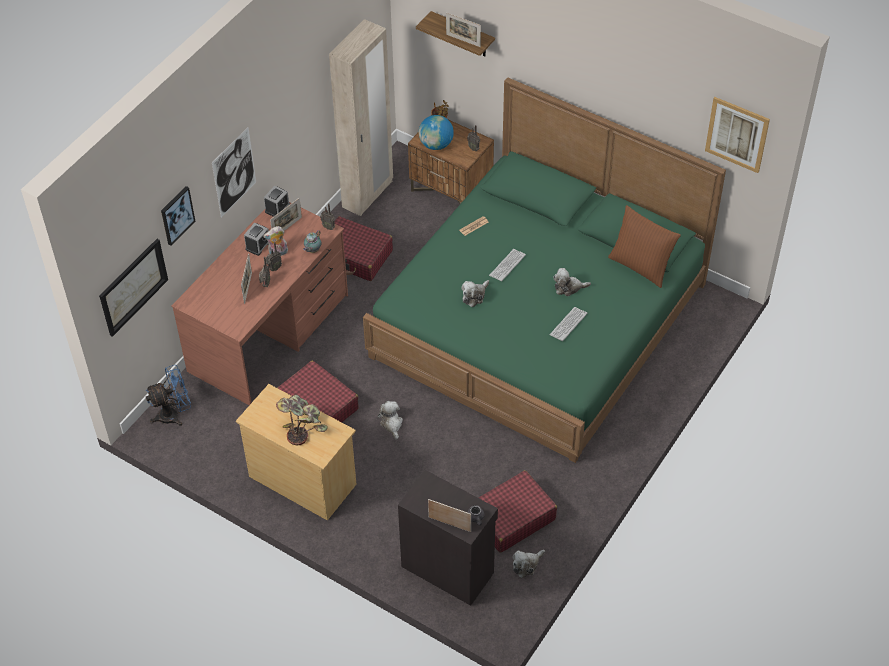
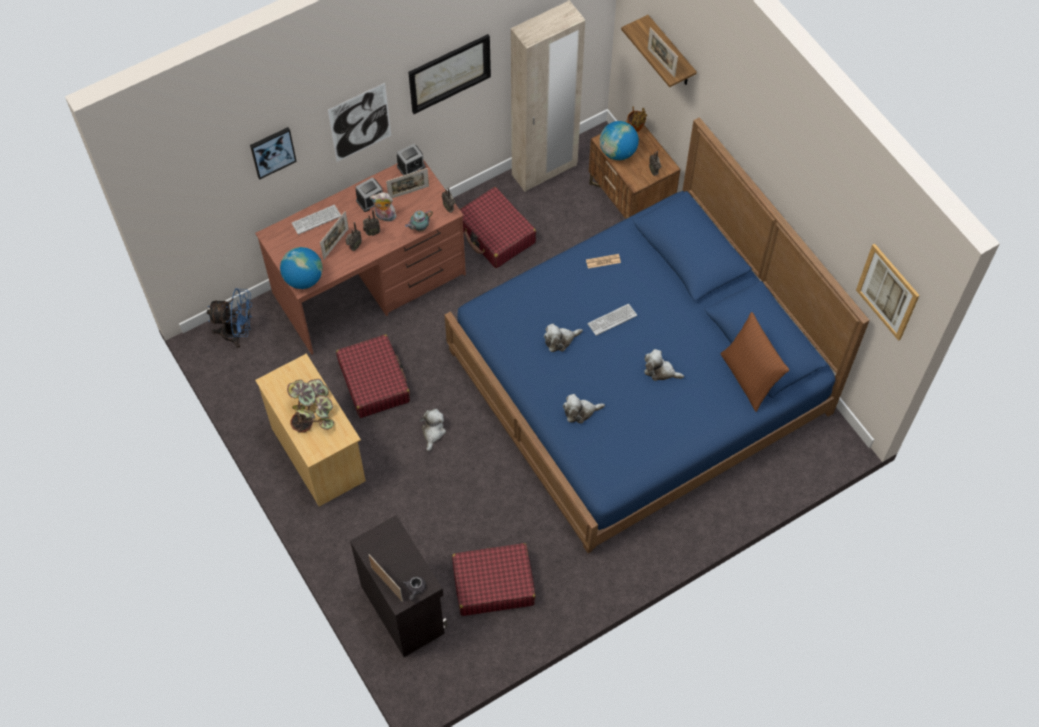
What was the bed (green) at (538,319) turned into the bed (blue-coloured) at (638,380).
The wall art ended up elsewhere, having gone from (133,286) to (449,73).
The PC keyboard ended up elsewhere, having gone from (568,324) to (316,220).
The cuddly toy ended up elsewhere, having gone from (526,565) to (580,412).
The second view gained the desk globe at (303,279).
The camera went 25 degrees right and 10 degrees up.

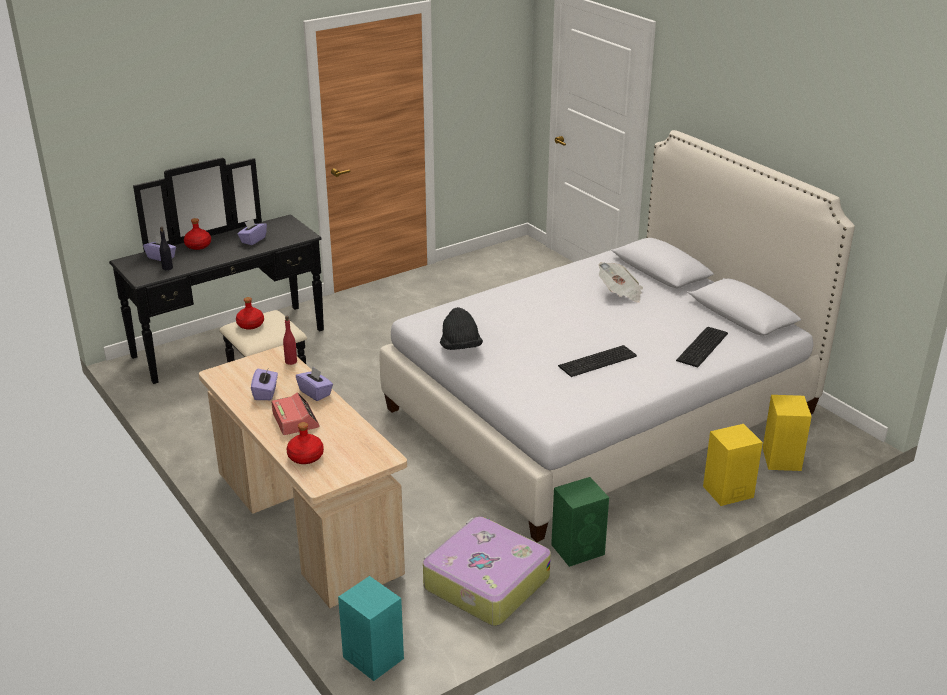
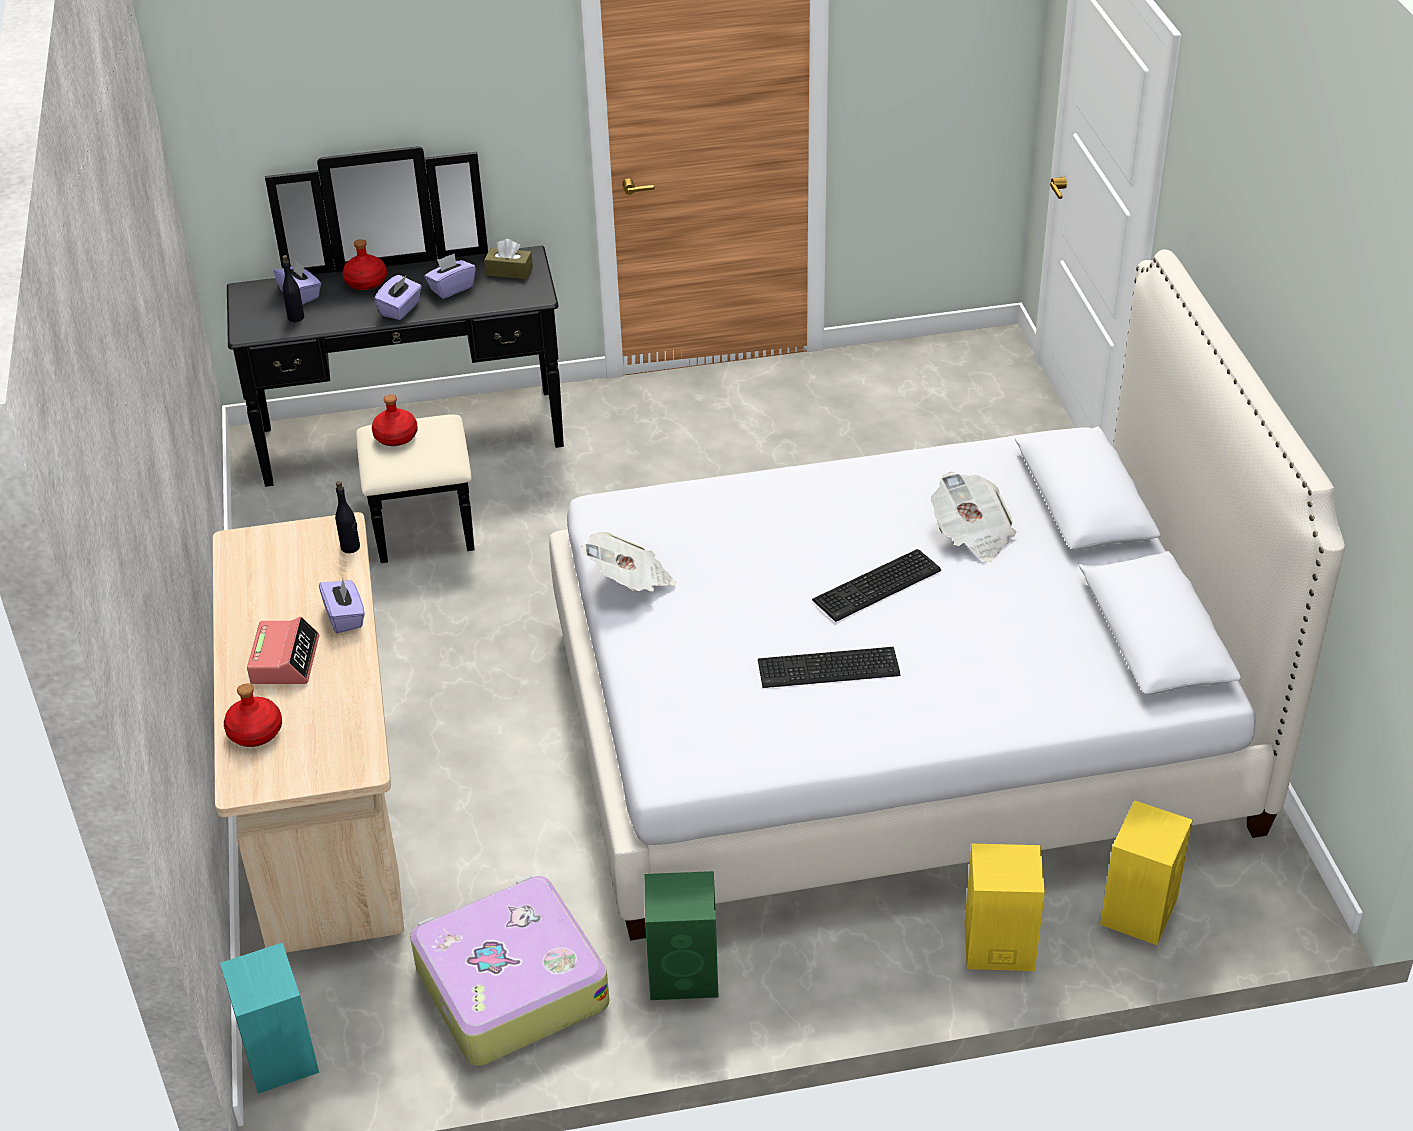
Where the wearable hat (black-coloured) stood at (460,348), the newspaper came to stand at (631,581).
What was the bottle (red) at (291,361) turned into the bottle (black-coloured) at (350,547).
The PC keyboard ended up elsewhere, having gone from (704,347) to (879,586).
The tissue holder (purplish) ended up elsewhere, having gone from (266,393) to (400,309).
The second view gained the tissue holder (brownish) at (509,271).
The camera went 25 degrees right and 10 degrees up.

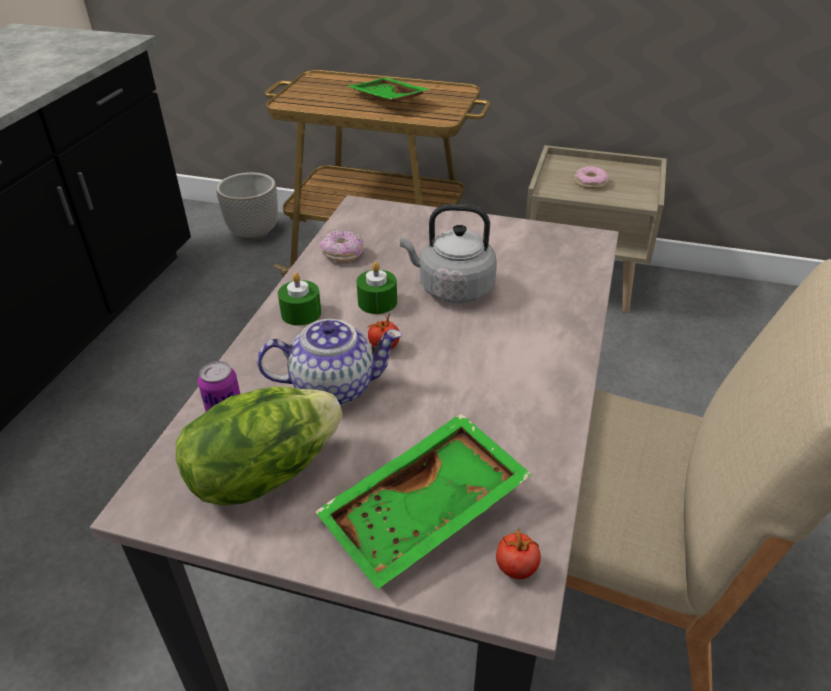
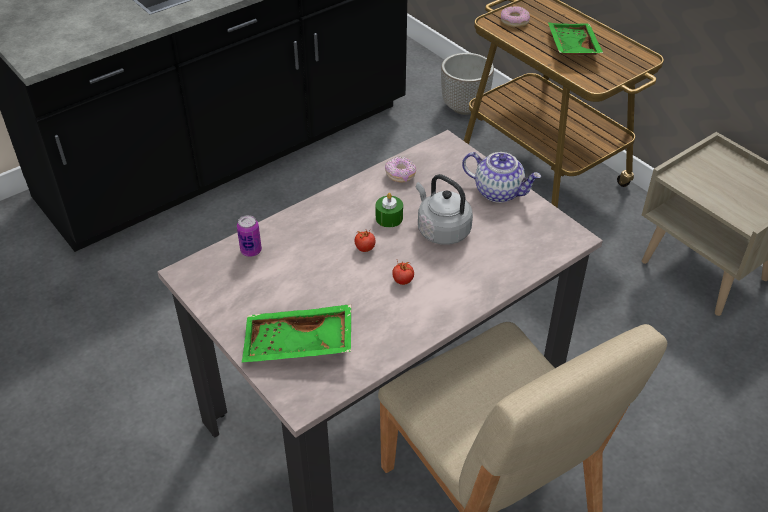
The donut ended up elsewhere, having gone from (590,183) to (514,21).
The second view lost the candle (green) at (301,313).
The tea pot ended up elsewhere, having gone from (334,386) to (499,192).
The second view lost the head of lettuce at (263,472).
The whole tomato ended up elsewhere, having gone from (516,568) to (403,281).
The camera went 35 degrees right and 5 degrees up.

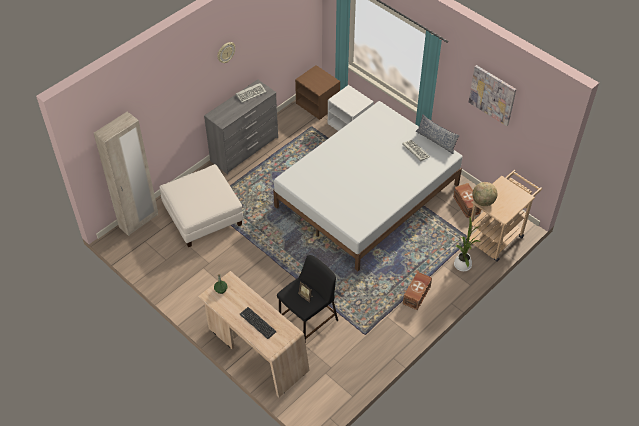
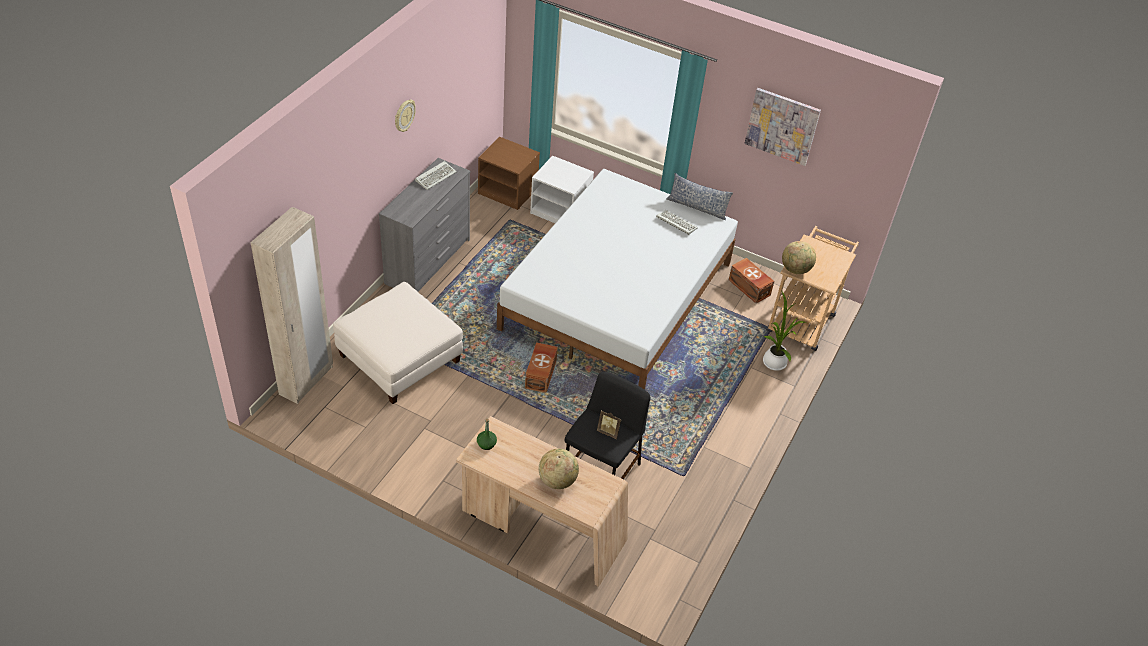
The storage container (brownish) ended up elsewhere, having gone from (417,295) to (541,374).
Where the PC keyboard stood at (257,323), the desk globe came to stand at (557,480).
The camera went 20 degrees left and 5 degrees down.

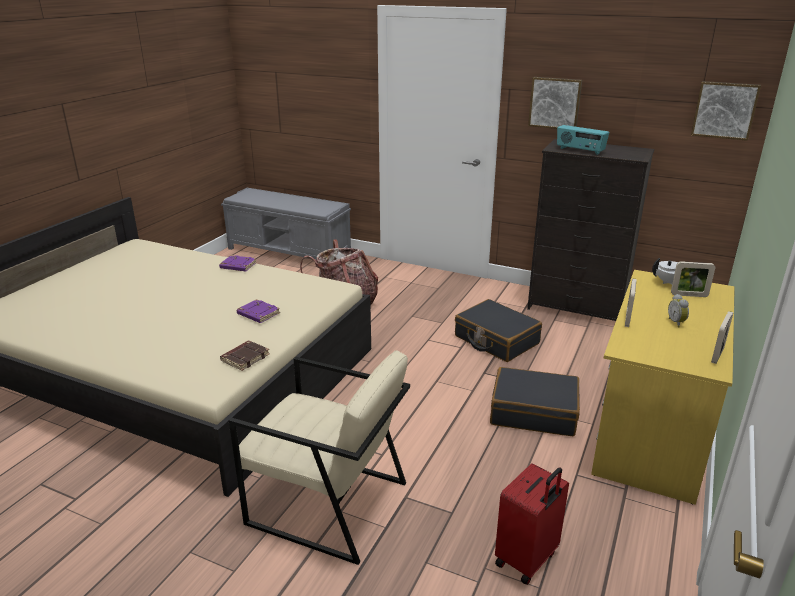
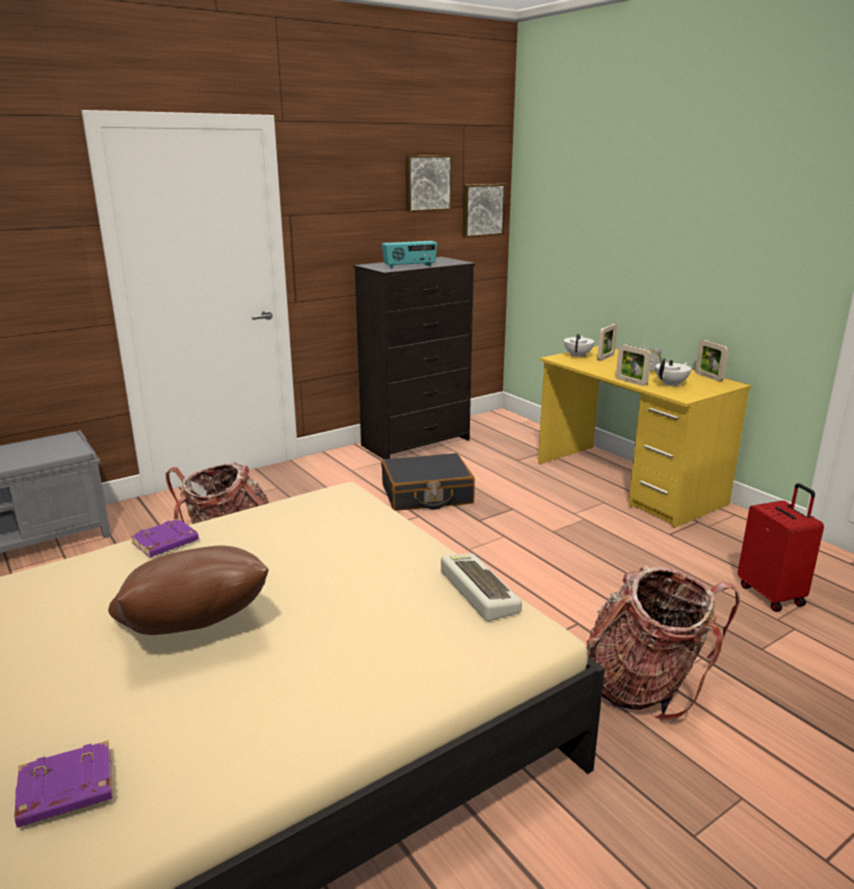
The wall art ended up elsewhere, having gone from (555,103) to (427,183).
The book (purplish) ended up elsewhere, having gone from (257,314) to (65,791).
Where the book (brownish) stood at (245,358), the PC keyboard came to stand at (476,591).
Where the lounge chair (sand-coloured) stood at (327,503), the rucksack came to stand at (645,686).
The second view lost the piece of luggage (black-coloured) at (533,412).
The second view gained the tea pot (white-coloured) at (671,384).
The second view gained the throw pillow (brownish) at (193,633).
The camera went 60 degrees left and 5 degrees down.

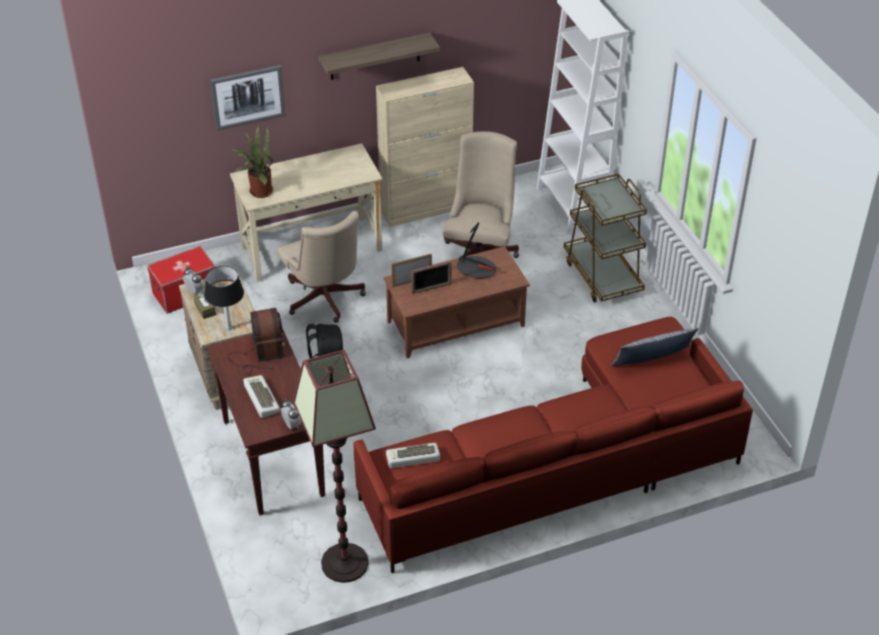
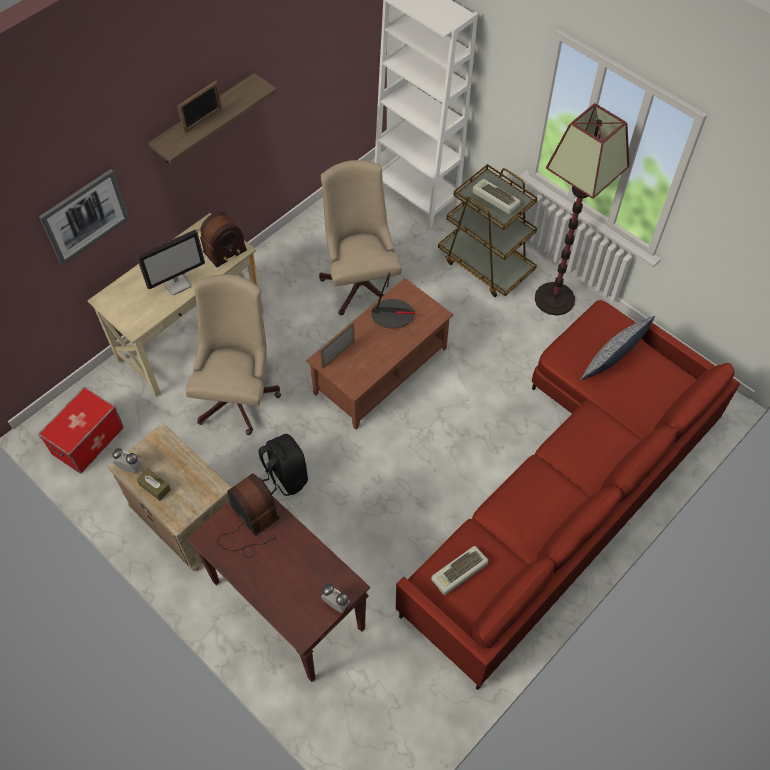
The second view lost the cupboard (sand-coloured) at (426,208).
The second view lost the houseplant at (258,191).
The office chair (sand-coloured) at (325,301) ended up facing another way, 120 degrees counterclockwise from before.
The picture frame ended up elsewhere, having gone from (431,288) to (203,120).
The second view lost the table lamp (black-coloured) at (229,328).
The standing lamp ended up elsewhere, having gone from (344,563) to (554,299).
The PC keyboard ended up elsewhere, having gone from (260,399) to (494,199).
The second view gained the radio set at (214,249).
The second view gained the computer display at (177,283).
The camera went 25 degrees left and 15 degrees up.

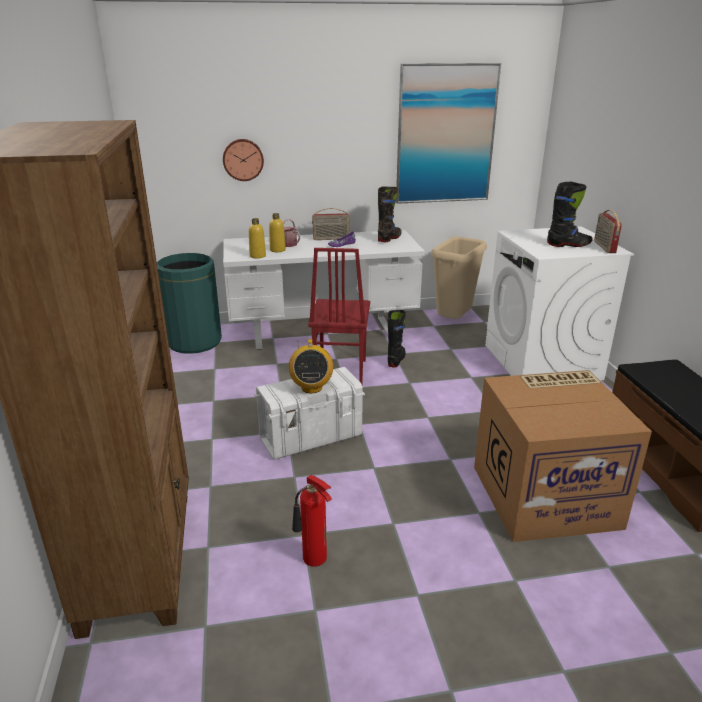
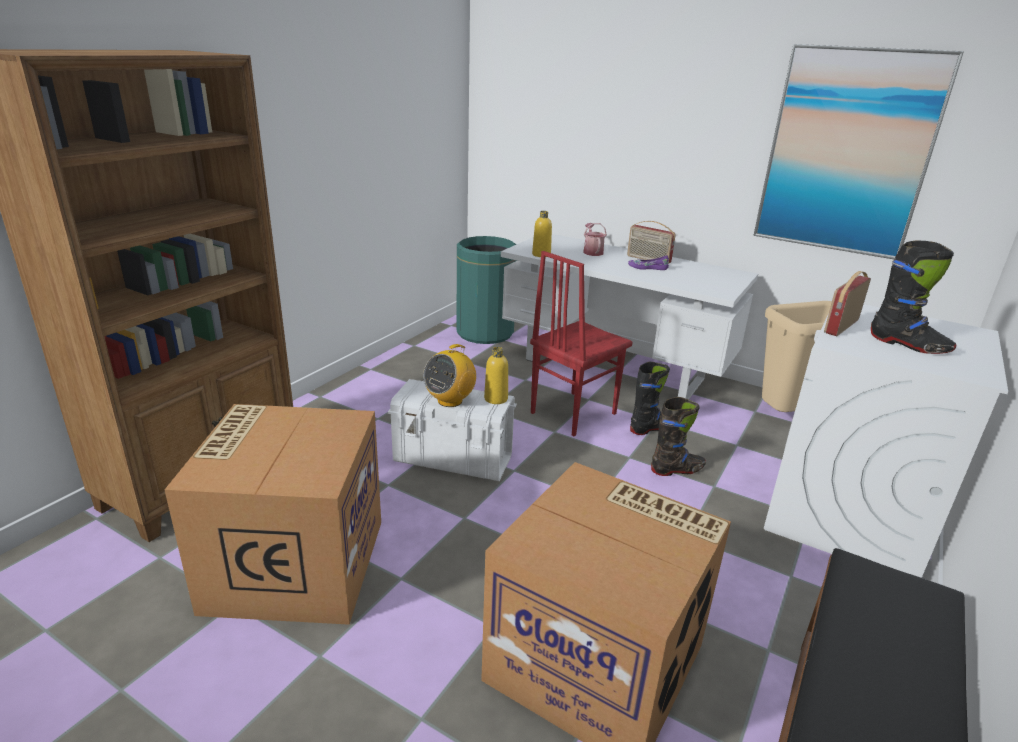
The second view lost the clock on the wall at (243,159).
The tall boot (black-coloured) ended up elsewhere, having gone from (389,238) to (677,470).
The radio set ended up elsewhere, having gone from (604,247) to (840,326).
The bottle (yellowish) ended up elsewhere, having gone from (277,250) to (496,399).
Where the fire-fighting cylinder stood at (314,560), the packing box came to stand at (295,563).
The camera went 40 degrees right and 0 degrees up.

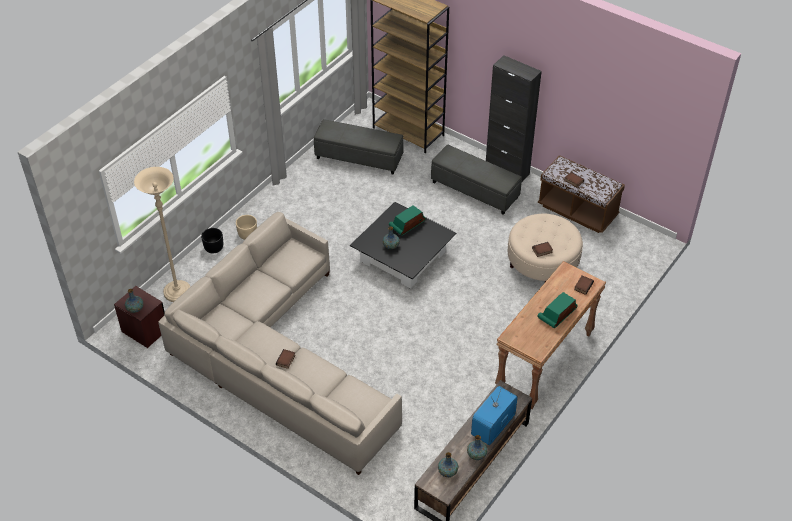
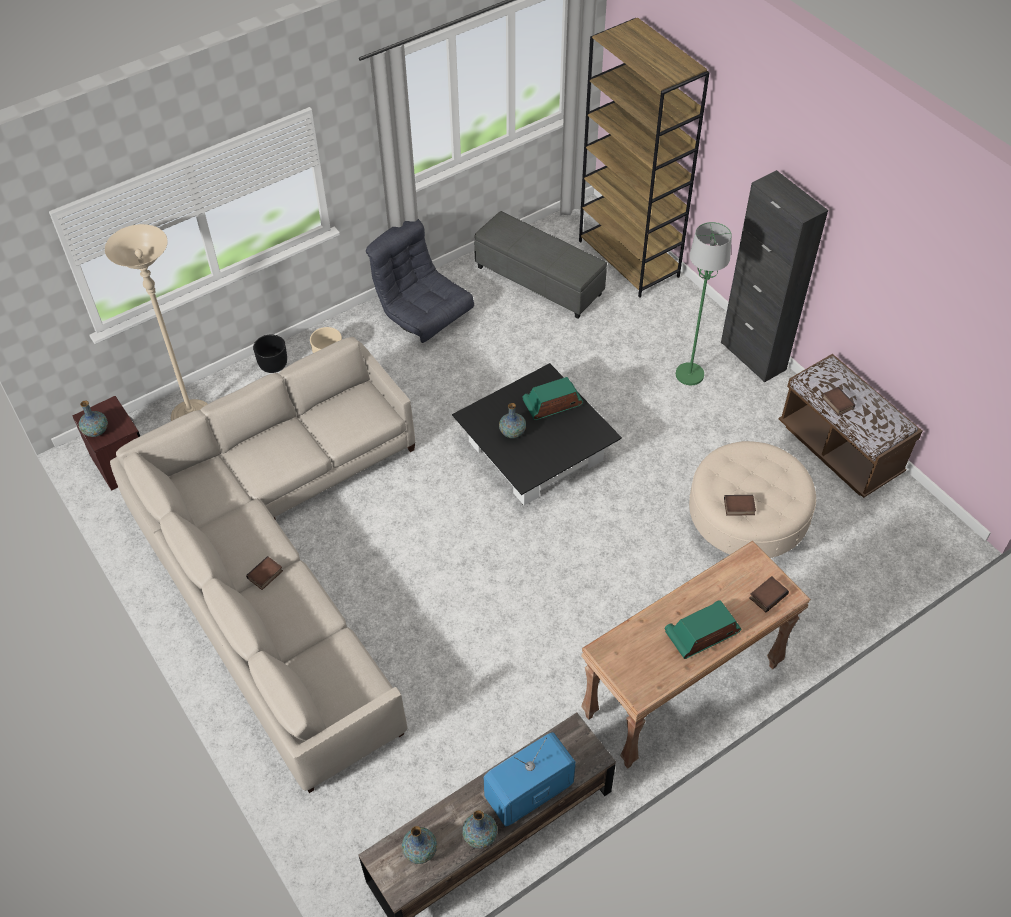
Where the footrest (grey) stood at (474,190), the standing lamp (green) came to stand at (689,374).
The second view gained the lounge chair (grey) at (423,315).
The camera went 20 degrees right and 5 degrees up.

